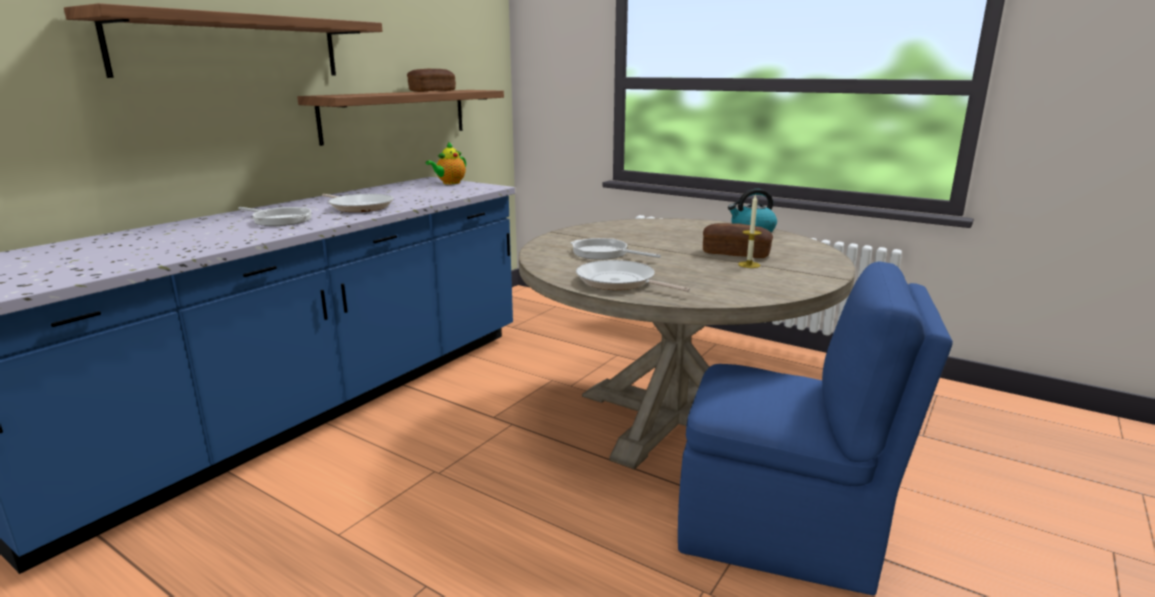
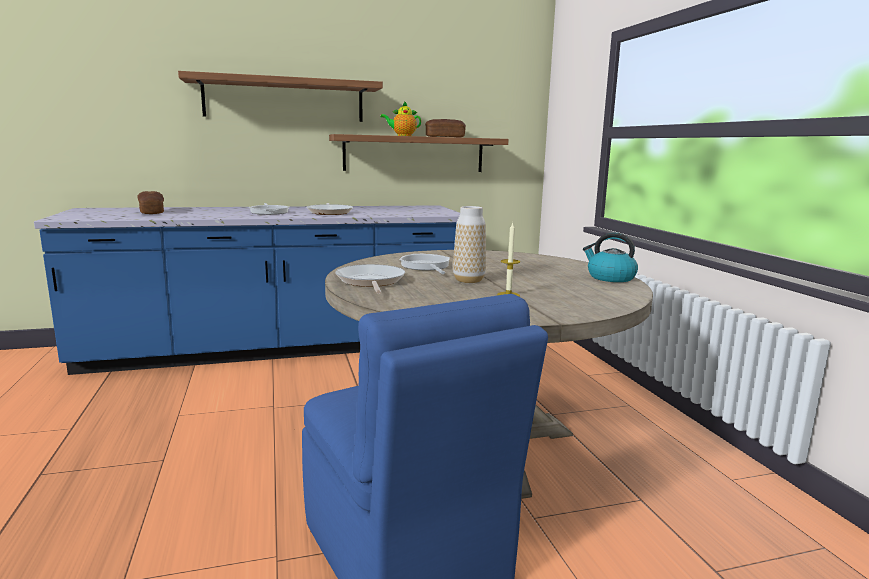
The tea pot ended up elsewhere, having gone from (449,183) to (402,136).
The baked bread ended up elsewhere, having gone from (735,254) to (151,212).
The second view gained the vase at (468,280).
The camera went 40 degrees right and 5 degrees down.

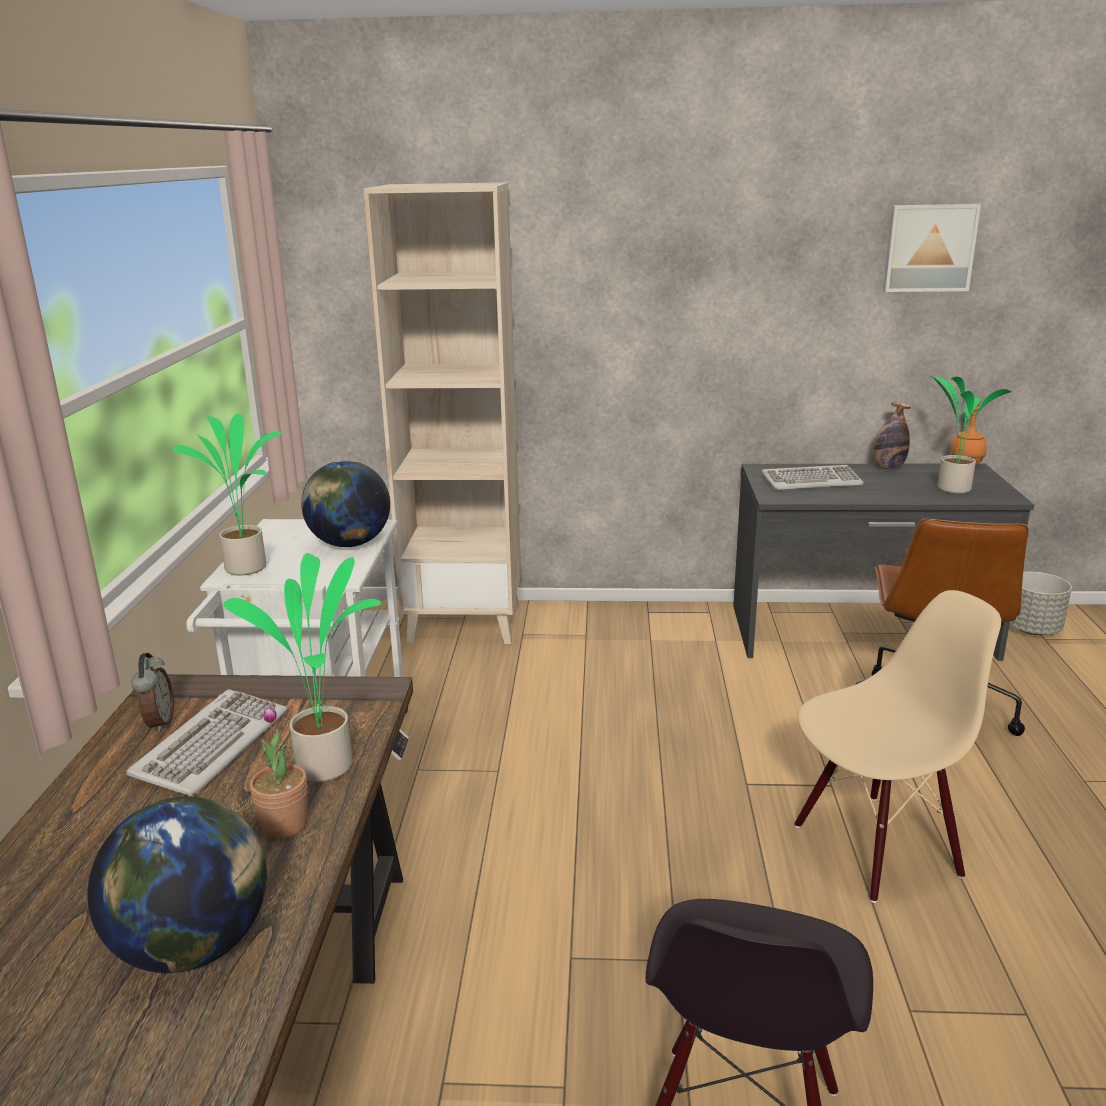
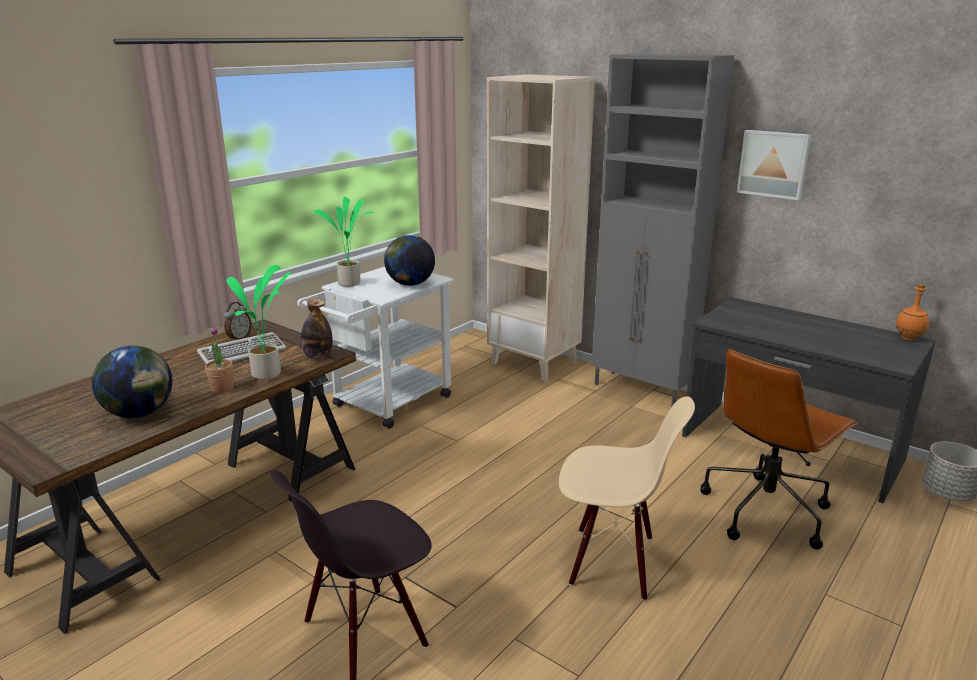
The wall art ended up elsewhere, having gone from (929,248) to (773,164).
The second view lost the houseplant at (951,489).
The bottle ended up elsewhere, having gone from (888,468) to (318,356).
The second view lost the PC keyboard at (811,481).
The second view gained the cupboard (grey) at (642,390).
The camera went 35 degrees right and 0 degrees up.

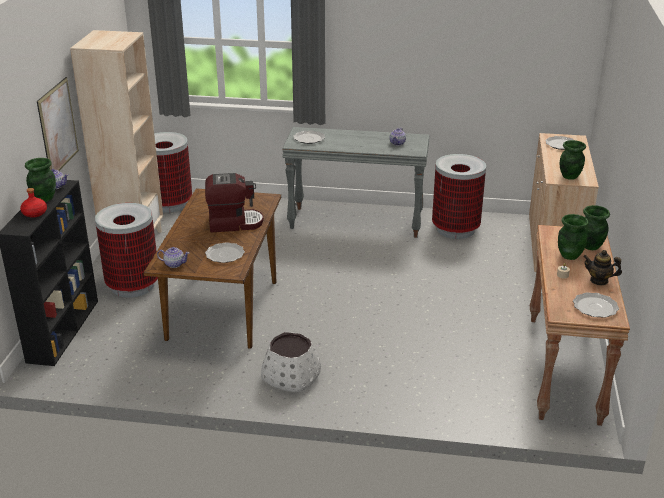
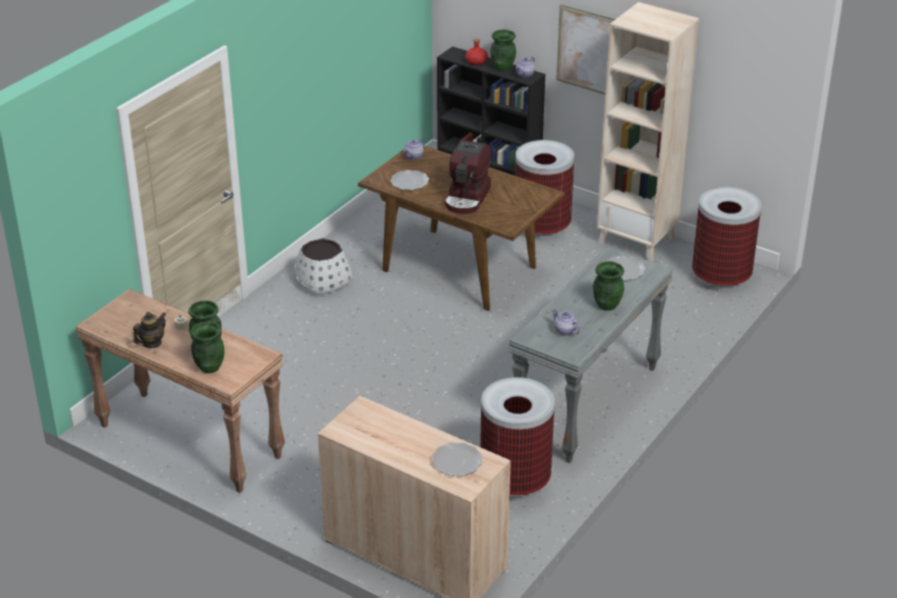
The vase (green) ended up elsewhere, having gone from (569,176) to (607,305).
The second view lost the plate at (594,307).
The camera went 115 degrees right and 5 degrees up.

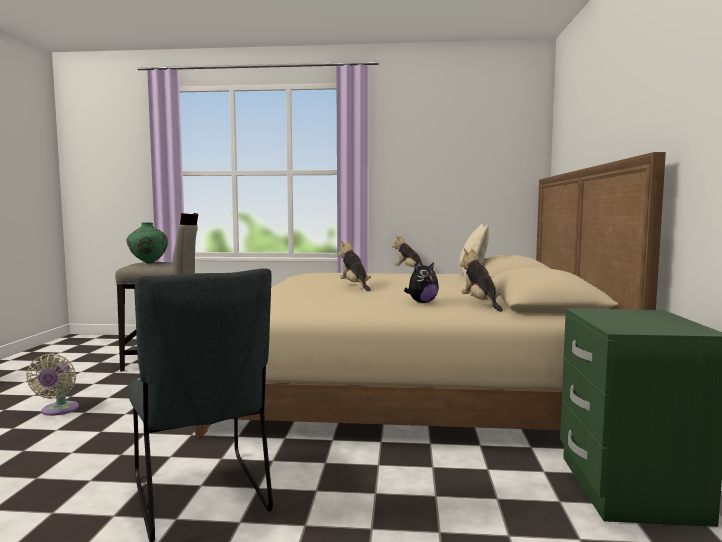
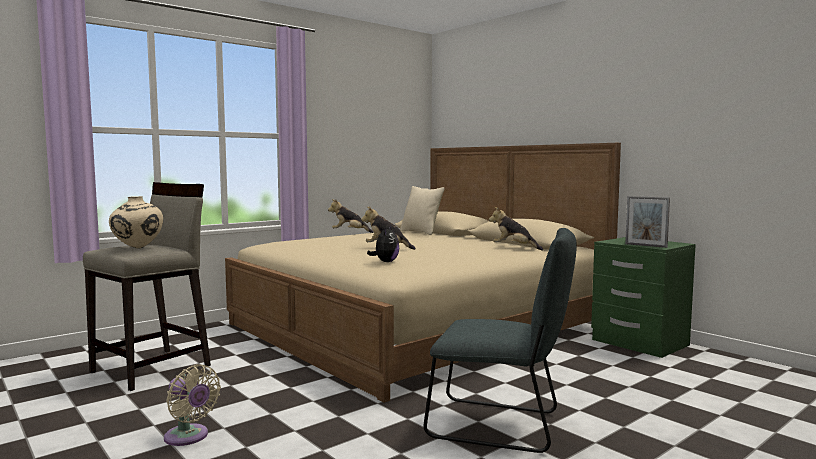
What was the vase (green) at (148,263) turned into the vase (sand-coloured) at (137,248).
The cuddly toy ended up elsewhere, having gone from (422,302) to (385,262).
The second view gained the picture frame at (645,245).
The camera went 45 degrees left and 0 degrees up.

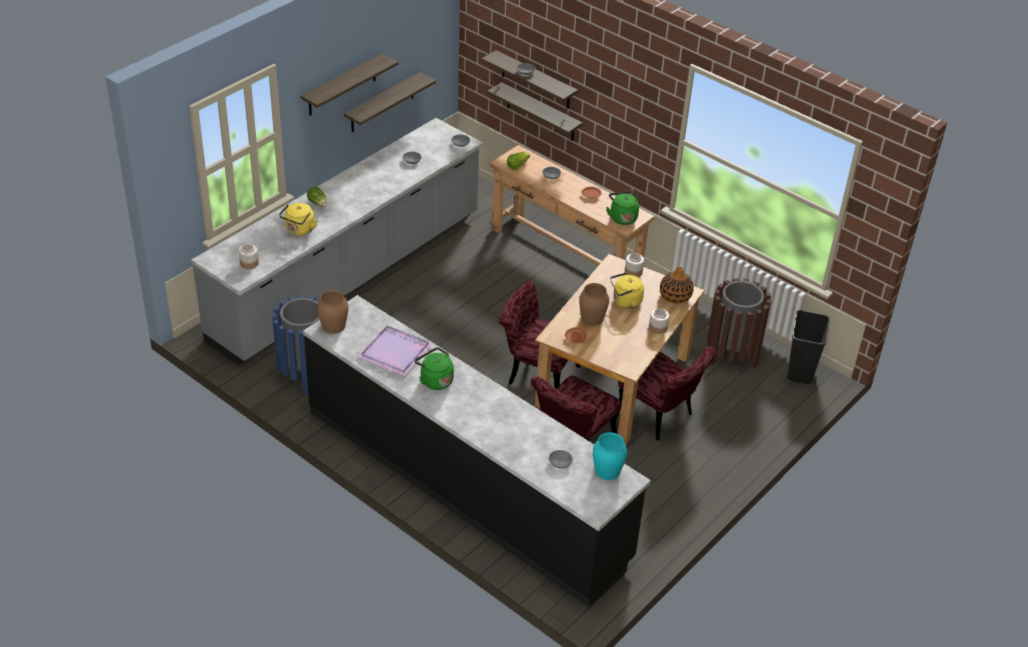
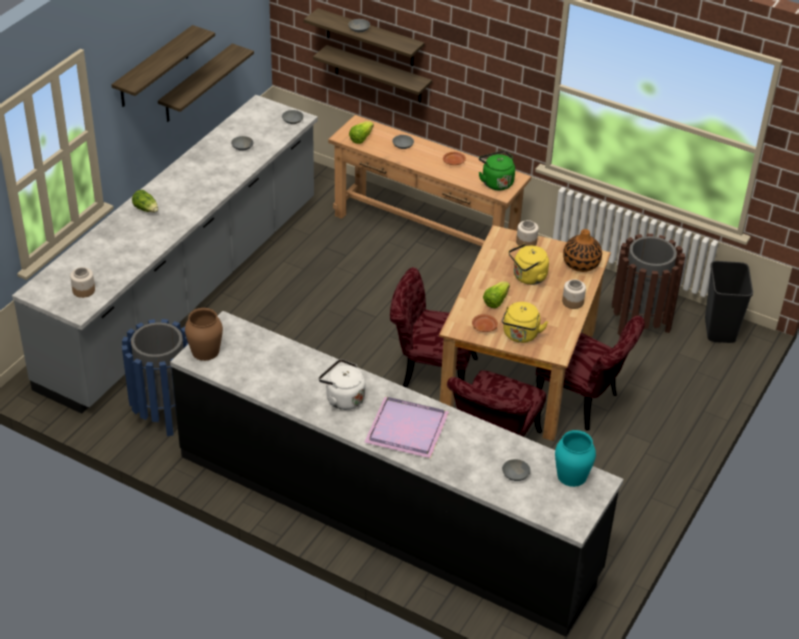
The kettle (yellowish) ended up elsewhere, having gone from (299,230) to (520,335).
Where the vase (brownish) stood at (592,318), the head of lettuce came to stand at (496,301).
The tray (purplish) ended up elsewhere, having gone from (395,353) to (408,430).
What was the kettle (green) at (435,380) turned into the kettle (white-coloured) at (342,398).
The camera went 10 degrees left and 0 degrees up.

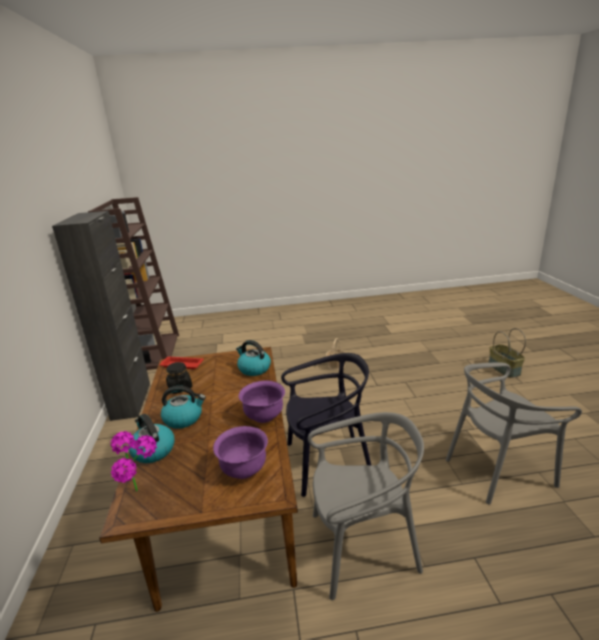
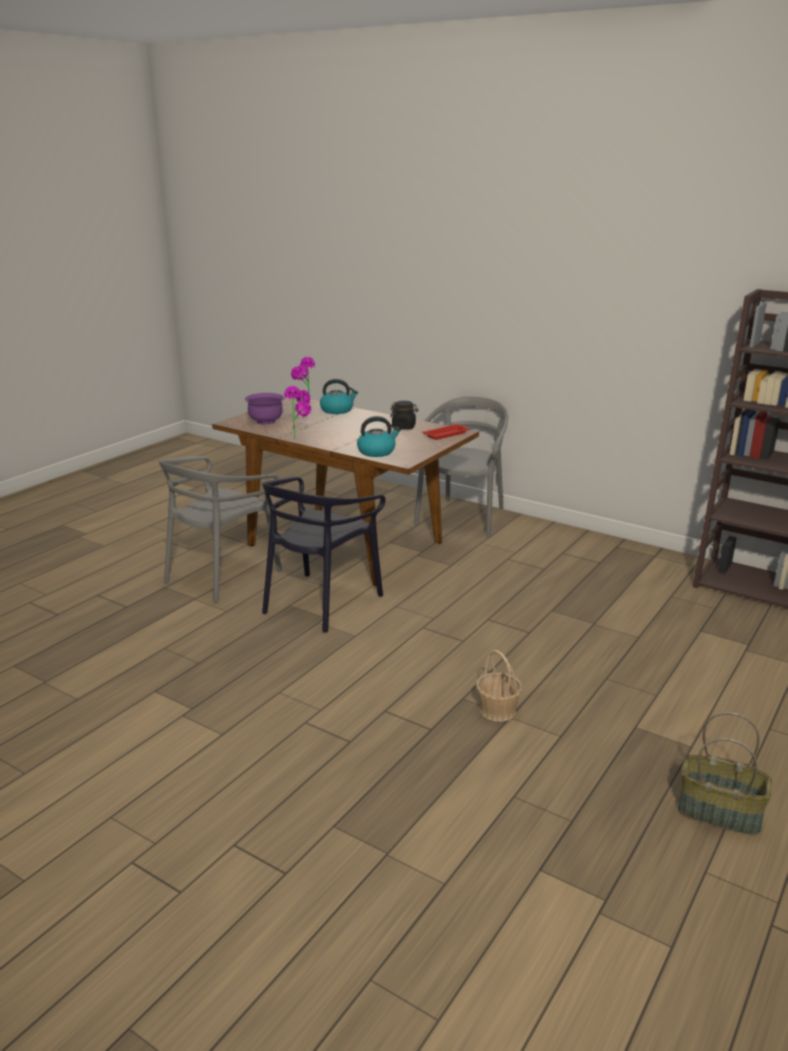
The second view lost the cupboard (black-coloured) at (131,401).
The basket ended up elsewhere, having gone from (503,369) to (720,812).
The chair (grey) ended up elsewhere, having gone from (498,469) to (462,517).
Where the serving bowl (purplish) stood at (264,416), the houseplant came to stand at (301,437).
The second view lost the kettle at (184,418).
The camera went 130 degrees right and 0 degrees up.

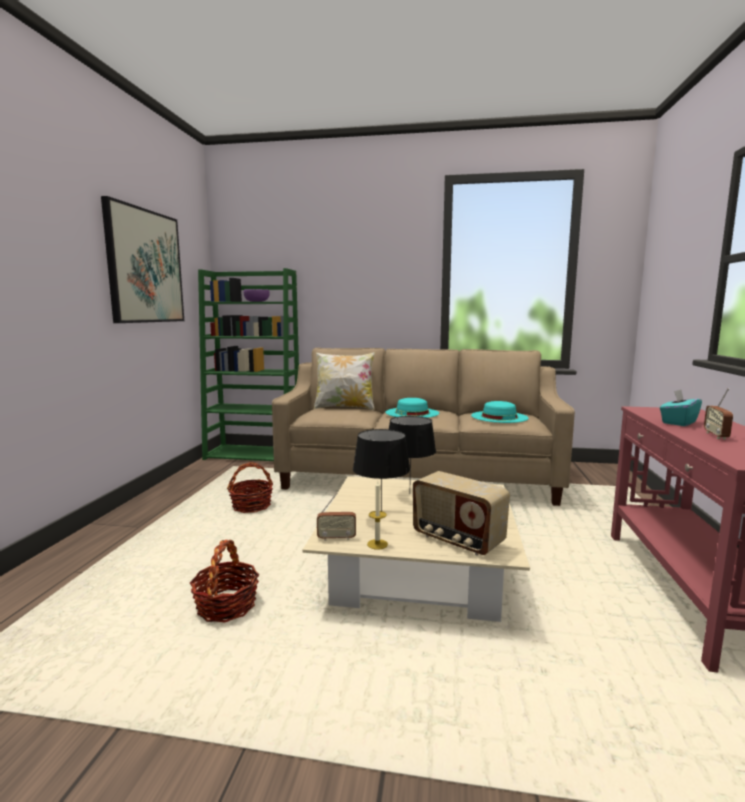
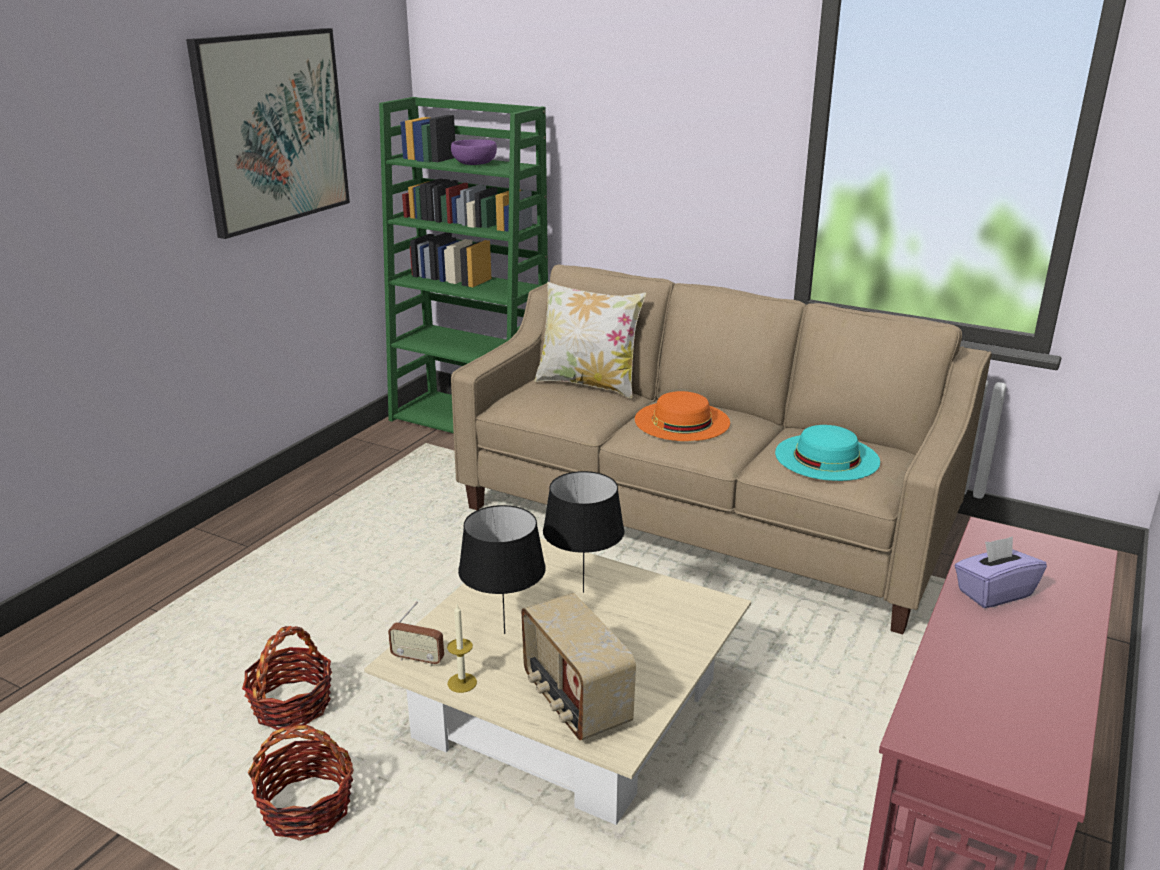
The second view lost the radio set at (716,436).
What was the tissue holder (turquoise) at (678,422) turned into the tissue holder (purplish) at (993,593).
What was the wearable hat (turquoise) at (412,413) turned into the wearable hat (orange-coloured) at (682,421).
The basket ended up elsewhere, having gone from (251,506) to (307,808).
The camera went 20 degrees right and 15 degrees up.

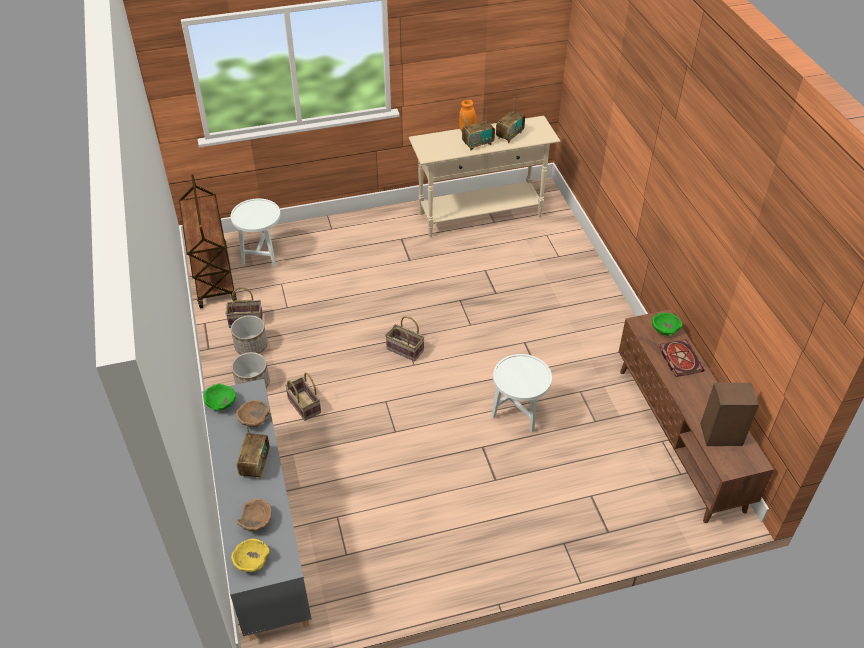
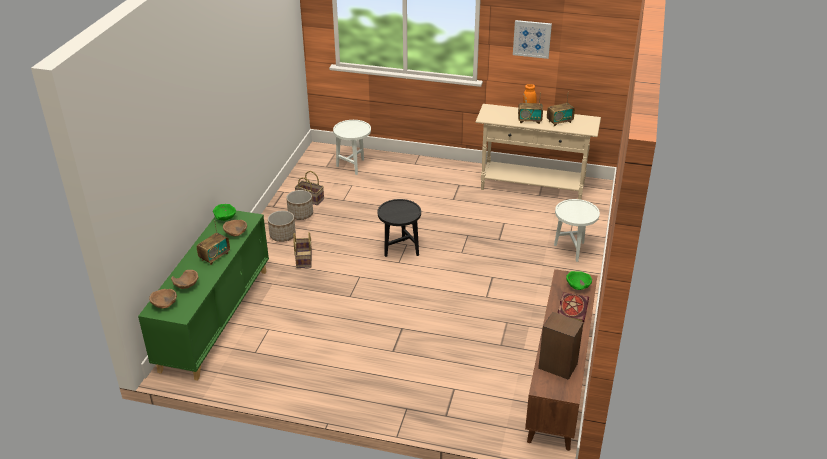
The second view lost the trolley (brownish) at (212,276).
Where the basket stood at (404,350), the end table (black-coloured) came to stand at (399,251).
The end table (white-coloured) ended up elsewhere, having gone from (518,418) to (572,251).
What was the cupboard (grey) at (262,531) turned into the cupboard (green) at (215,318).
What was the serving bowl (yellowish) at (251,561) turned into the serving bowl (brownish) at (165,304).
The second view gained the wall art at (532,39).
The camera went 30 degrees right and 10 degrees down.

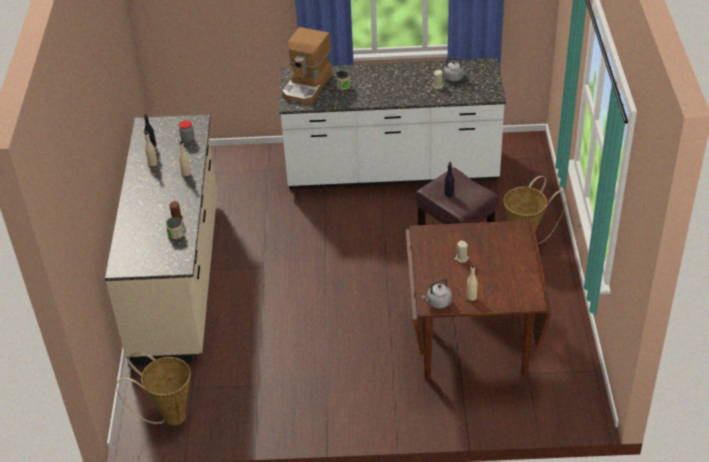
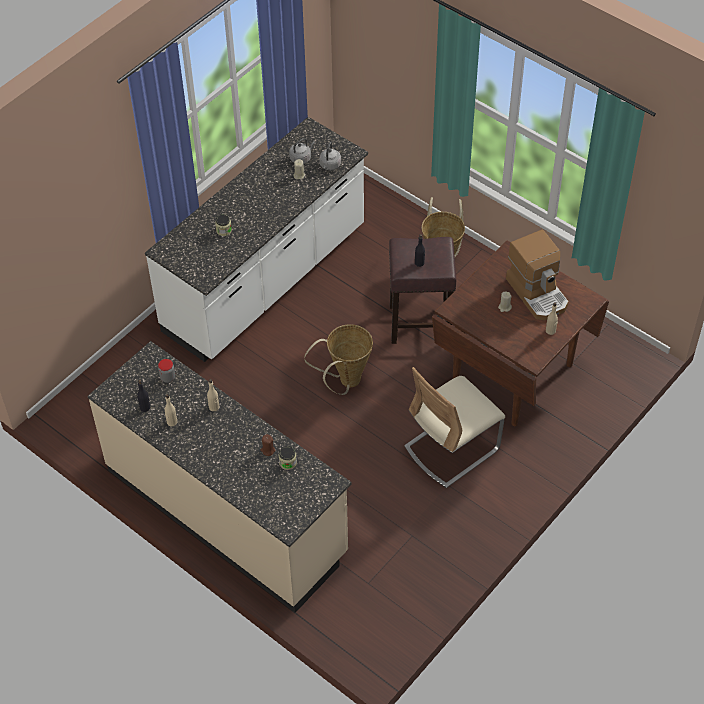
The coffee machine ended up elsewhere, having gone from (308,85) to (538,293).
The kettle (grey) ended up elsewhere, having gone from (437,302) to (330,165).
The basket ended up elsewhere, having gone from (169,416) to (345,382).
The second view gained the chair (sand-coloured) at (451,448).
The camera went 50 degrees left and 10 degrees up.

